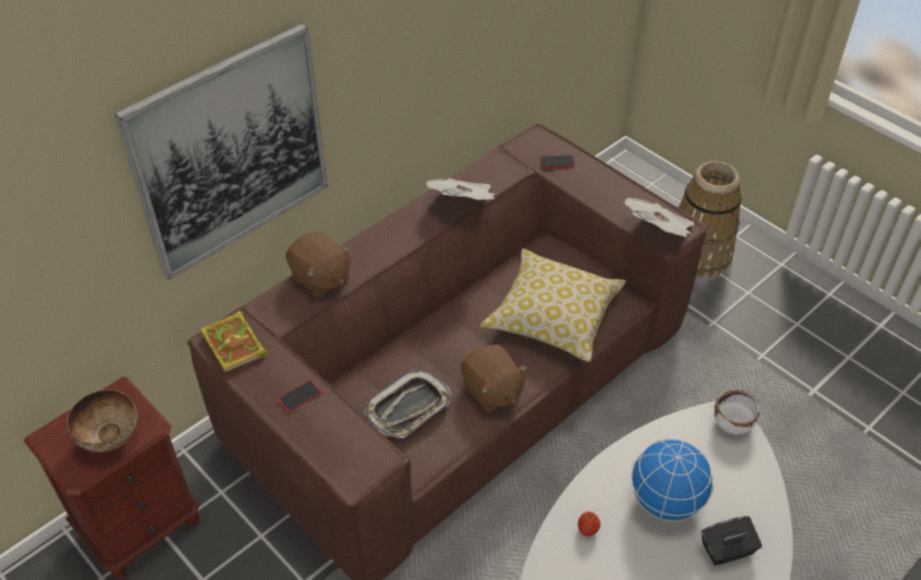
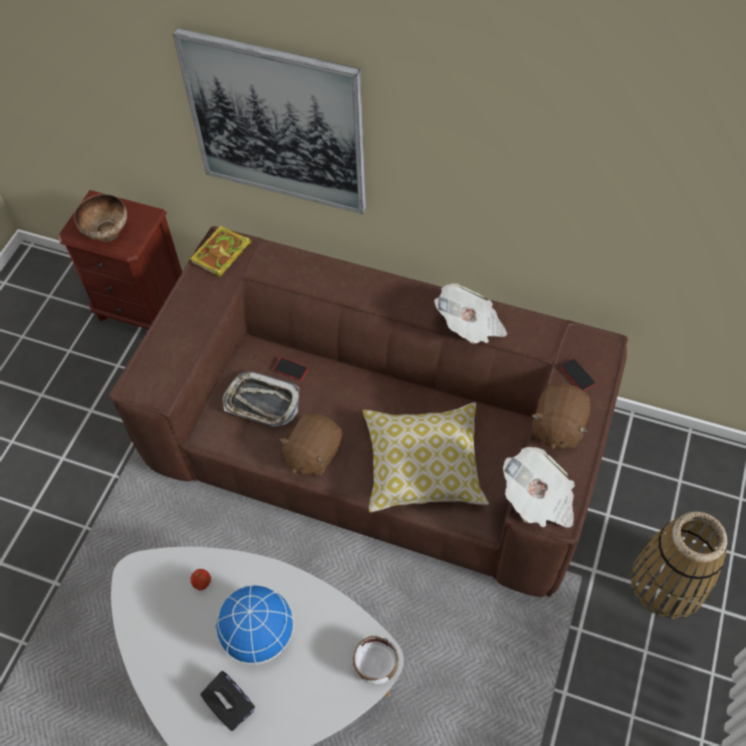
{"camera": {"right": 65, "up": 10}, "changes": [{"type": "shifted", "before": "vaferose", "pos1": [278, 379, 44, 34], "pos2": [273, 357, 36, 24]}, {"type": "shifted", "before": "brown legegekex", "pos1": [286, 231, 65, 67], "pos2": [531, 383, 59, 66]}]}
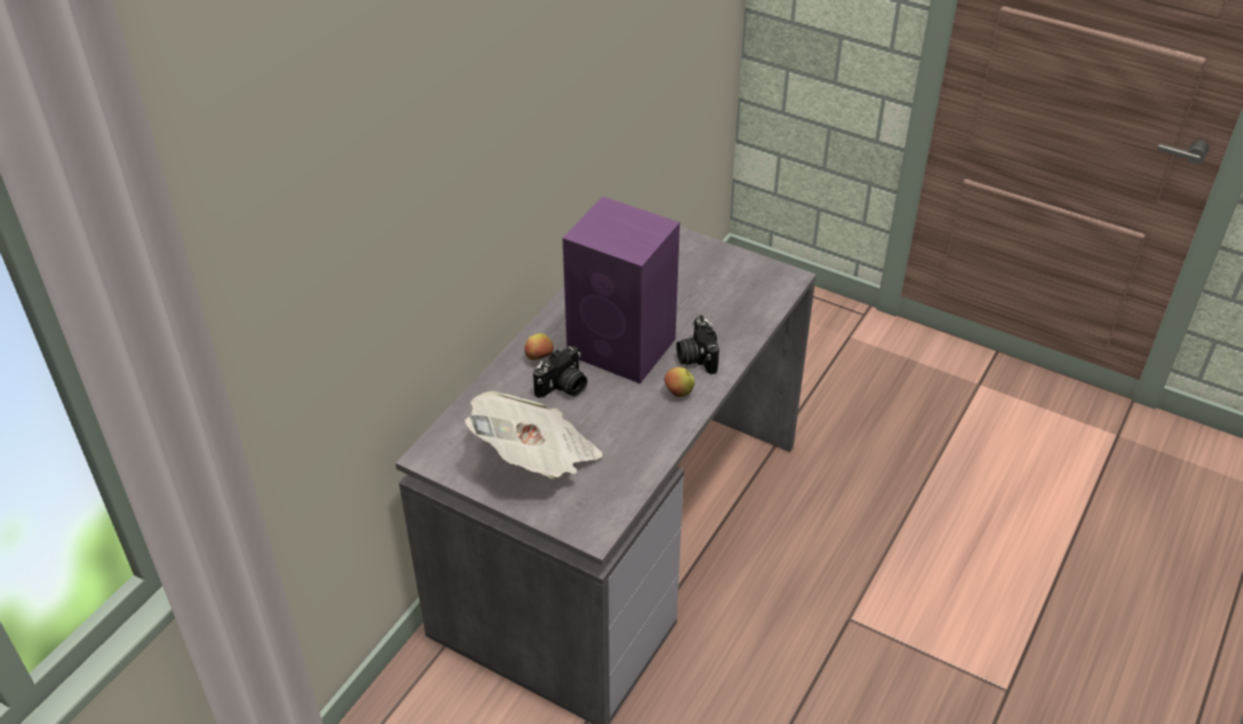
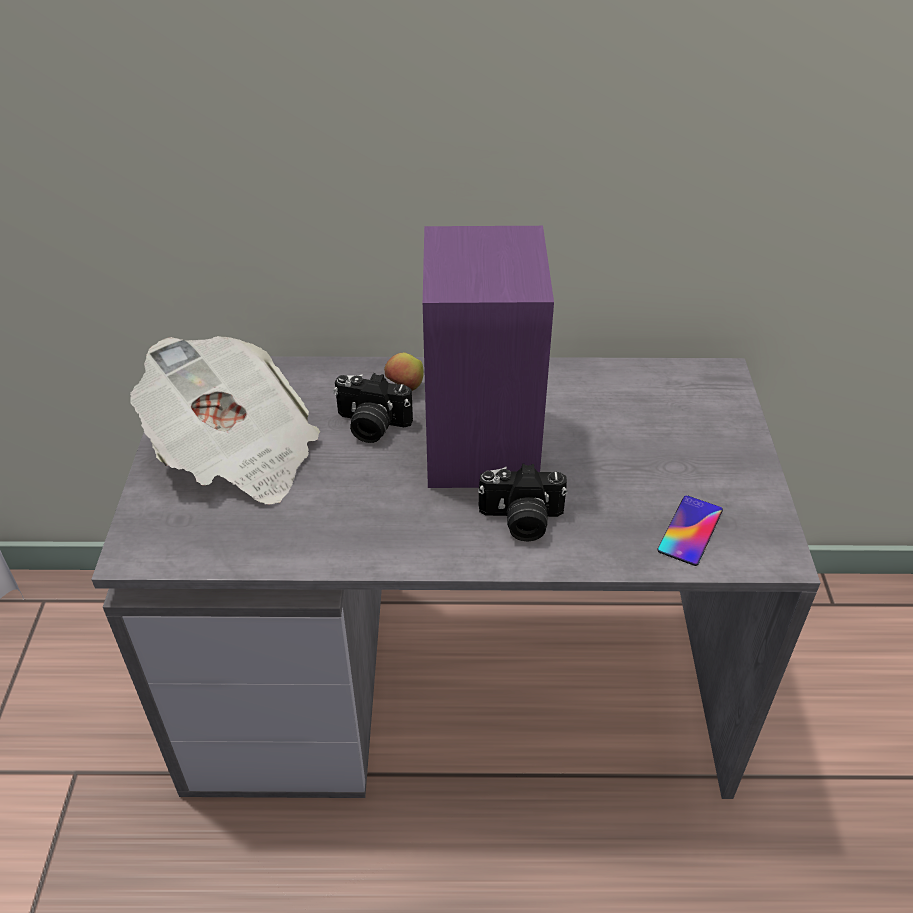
{"camera": {"right": 60, "up": 0}, "changes": [{"type": "rotated", "before": "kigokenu", "pos1": [676, 315, 43, 59], "pos2": [478, 464, 90, 78], "turn": -135}, {"type": "new", "after": "vaferose", "pos2": [657, 495, 66, 71]}, {"type": "gone", "before": "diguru", "pos1": [664, 367, 31, 30]}]}
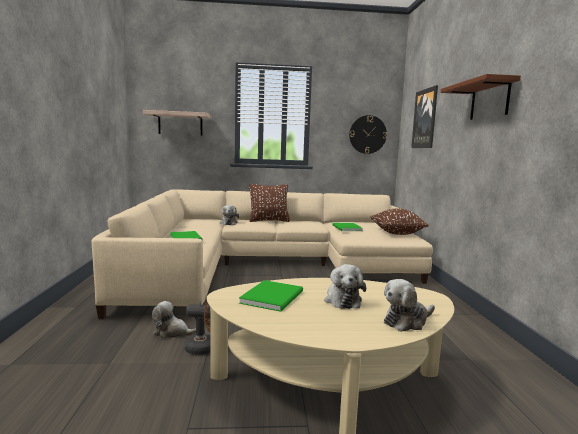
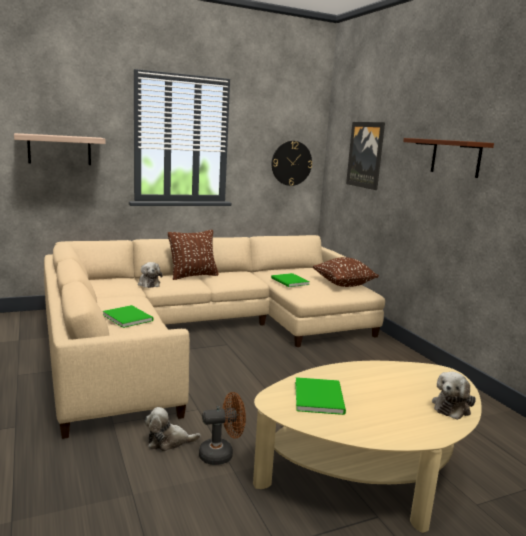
{"camera": {"right": -20, "up": 5}, "changes": [{"type": "gone", "before": "legegekex", "pos1": [324, 264, 42, 45]}]}
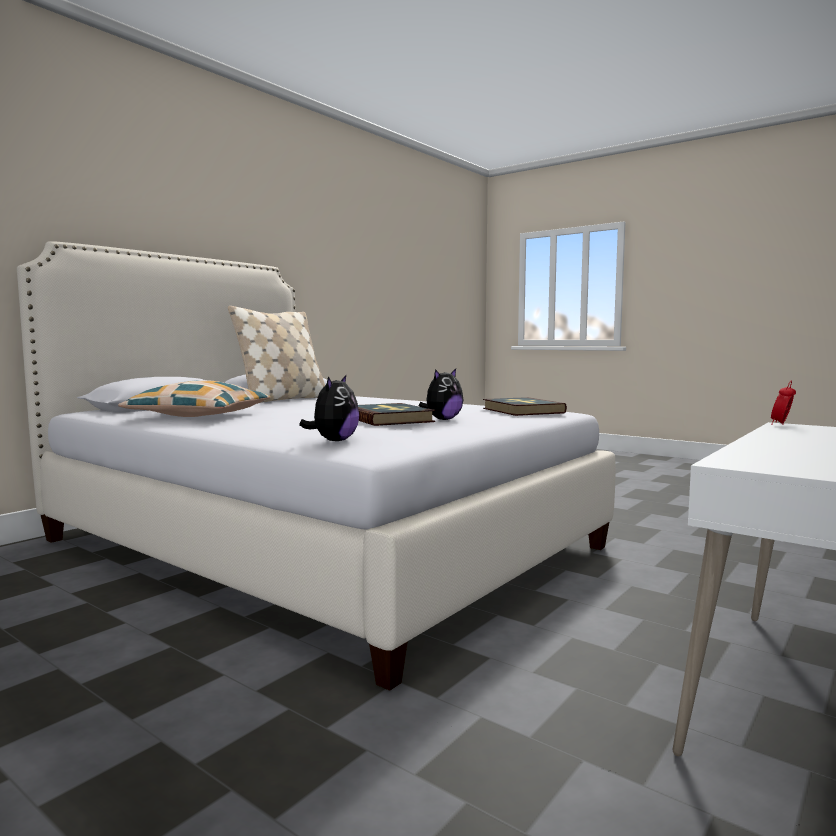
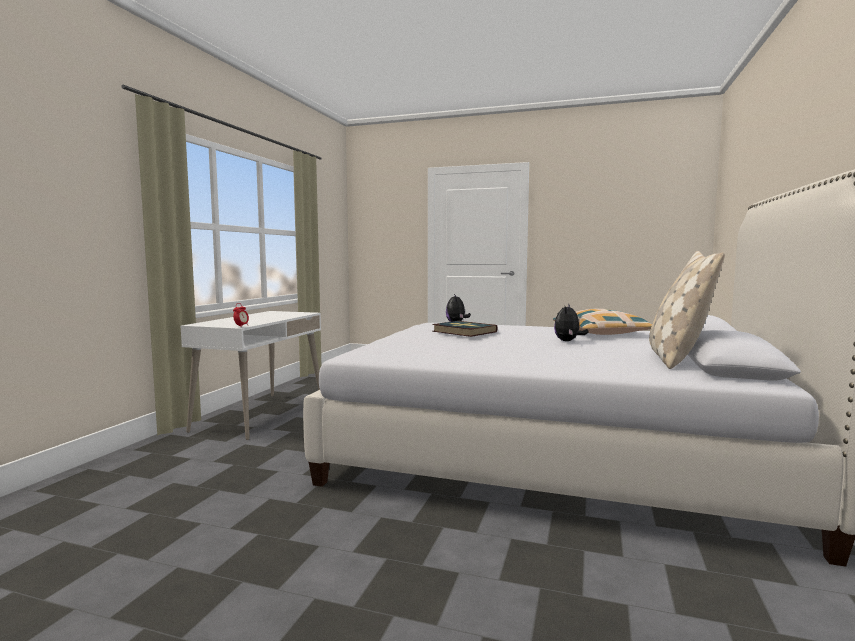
{"camera": {"right": 160, "up": 0}, "changes": [{"type": "shifted", "before": "legegekex", "pos1": [419, 369, 44, 51], "pos2": [554, 305, 34, 36]}, {"type": "gone", "before": "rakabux", "pos1": [483, 397, 84, 19]}]}
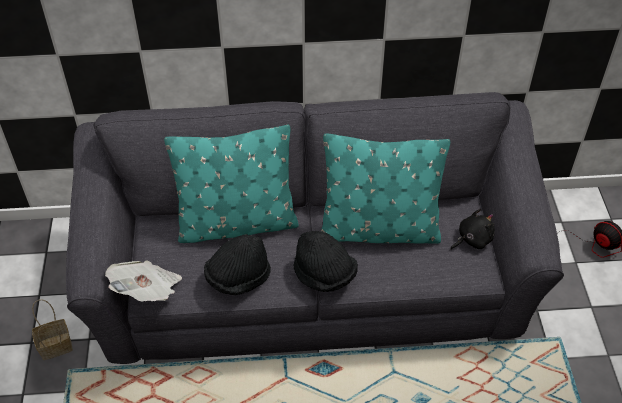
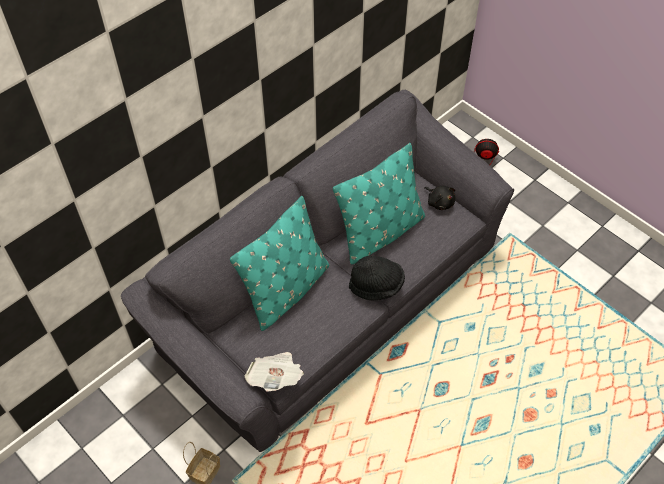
{"camera": {"right": -40, "up": 5}, "changes": [{"type": "rotated", "before": "black legegekex", "pos1": [450, 209, 45, 41], "pos2": [424, 186, 32, 24], "turn": 120}, {"type": "gone", "before": "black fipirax", "pos1": [204, 234, 67, 61]}]}
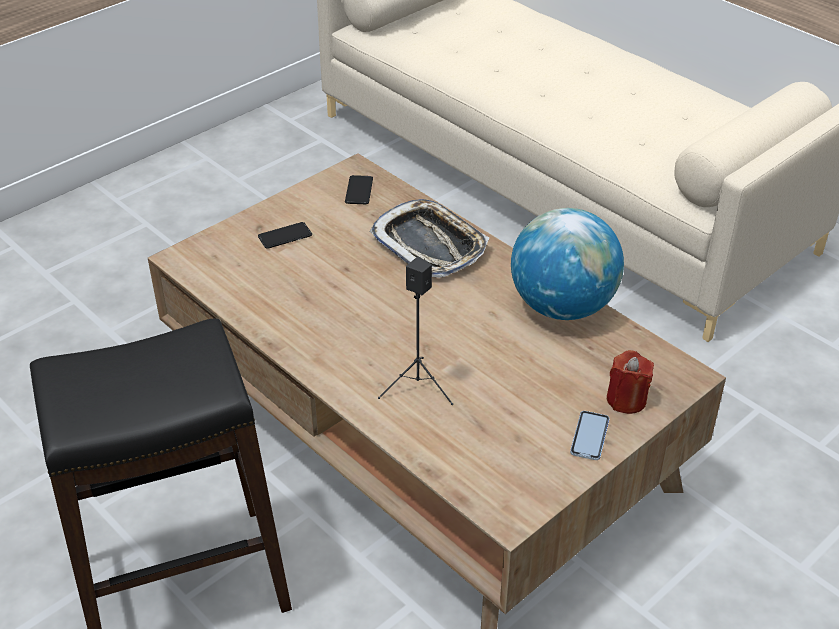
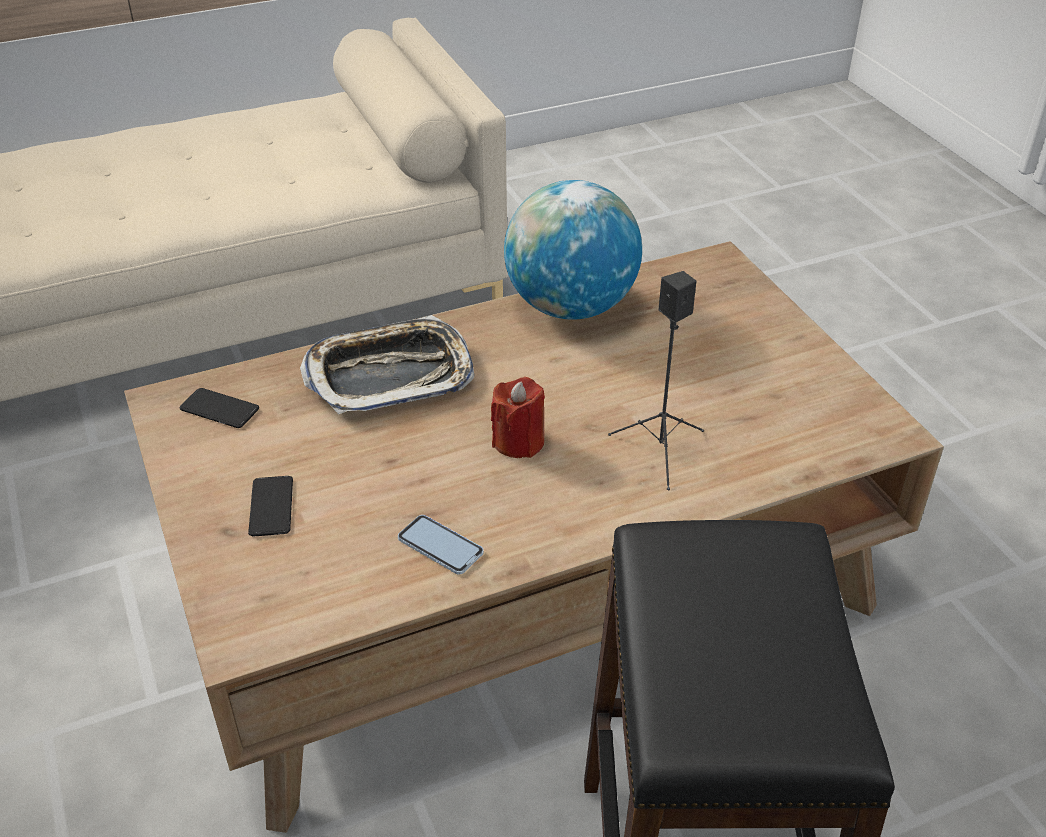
{"camera": {"right": -70, "up": 0}, "changes": [{"type": "shifted", "before": "vaferose", "pos1": [570, 411, 40, 49], "pos2": [398, 515, 86, 60]}, {"type": "shifted", "before": "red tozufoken", "pos1": [607, 350, 47, 64], "pos2": [491, 377, 54, 81]}]}
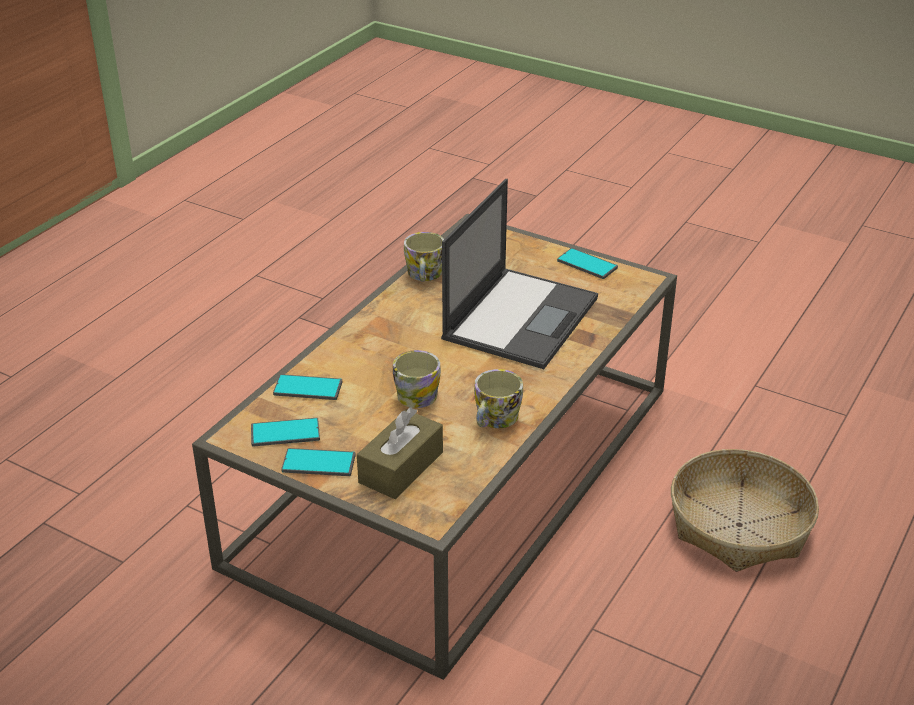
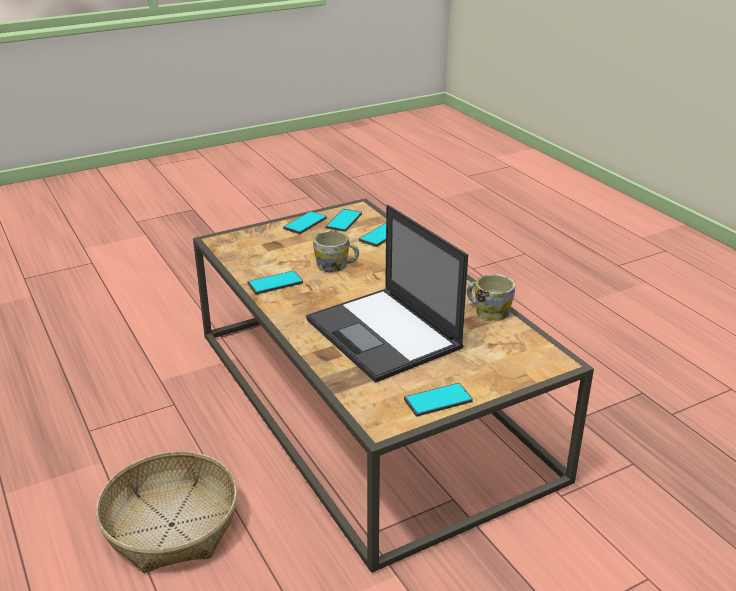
{"camera": {"right": 120, "up": -5}, "changes": [{"type": "swapped", "before": "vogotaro", "after": "vaferose", "pos1": [474, 369, 49, 59], "pos2": [248, 271, 55, 23]}, {"type": "gone", "before": "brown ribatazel", "pos1": [357, 407, 86, 92]}]}
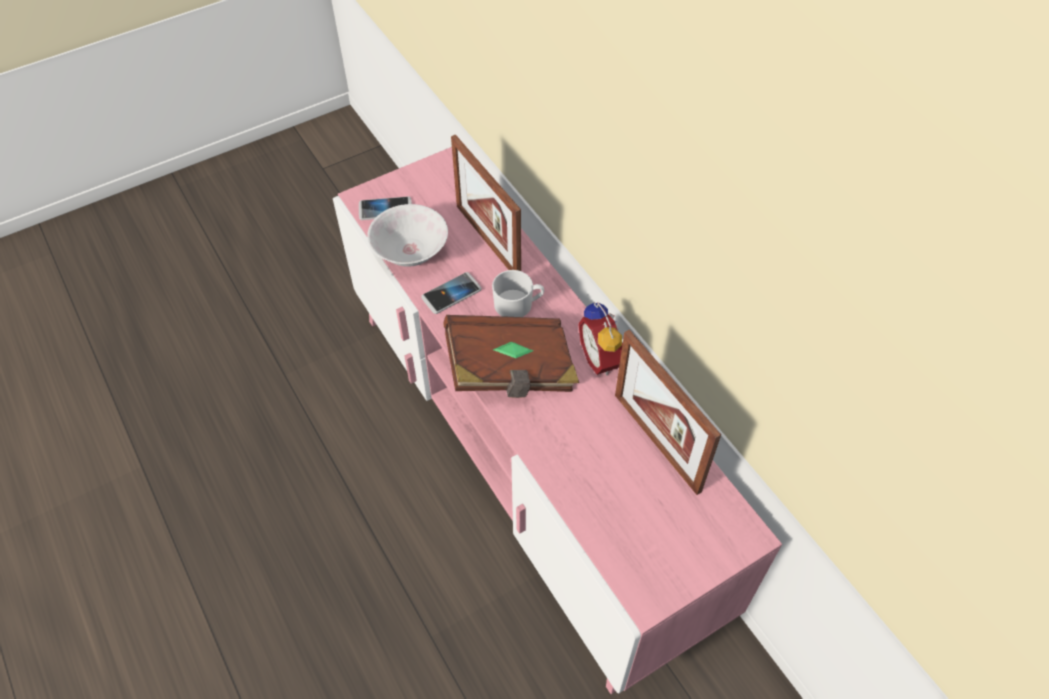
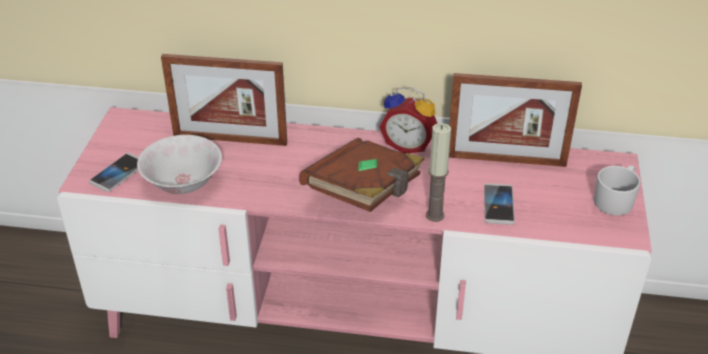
{"camera": {"right": -50, "up": -15}, "changes": [{"type": "new", "after": "tozufoken", "pos2": [426, 123, 25, 99]}, {"type": "shifted", "before": "vaferose", "pos1": [421, 272, 60, 42], "pos2": [484, 183, 31, 42]}, {"type": "shifted", "before": "white vogotaro", "pos1": [492, 270, 52, 47], "pos2": [594, 165, 47, 50]}]}
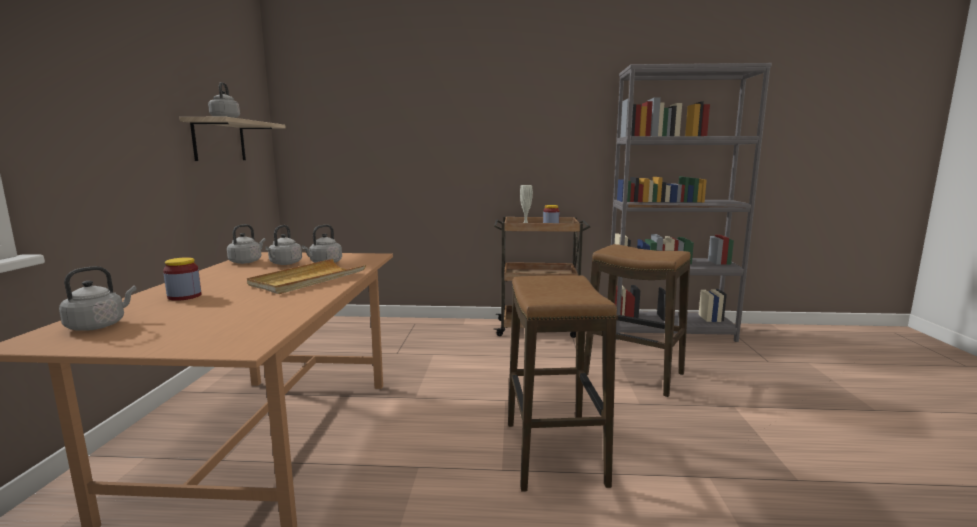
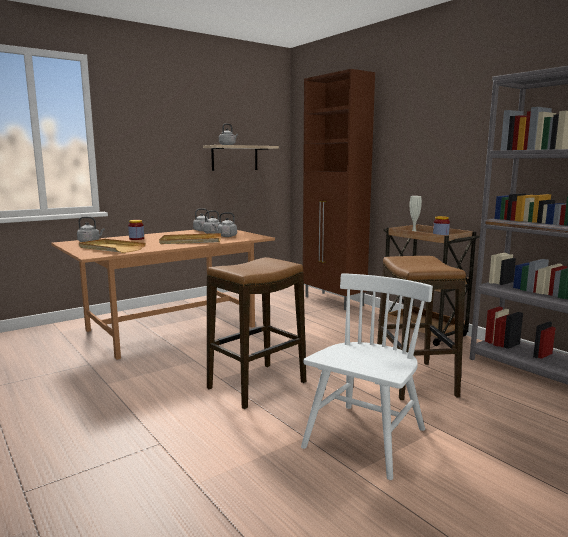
{"camera": {"right": 50, "up": 0}, "changes": [{"type": "new", "after": "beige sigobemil", "pos2": [79, 239, 67, 14]}, {"type": "new", "after": "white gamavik", "pos2": [301, 273, 132, 207]}, {"type": "new", "after": "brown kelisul", "pos2": [303, 69, 72, 241]}]}
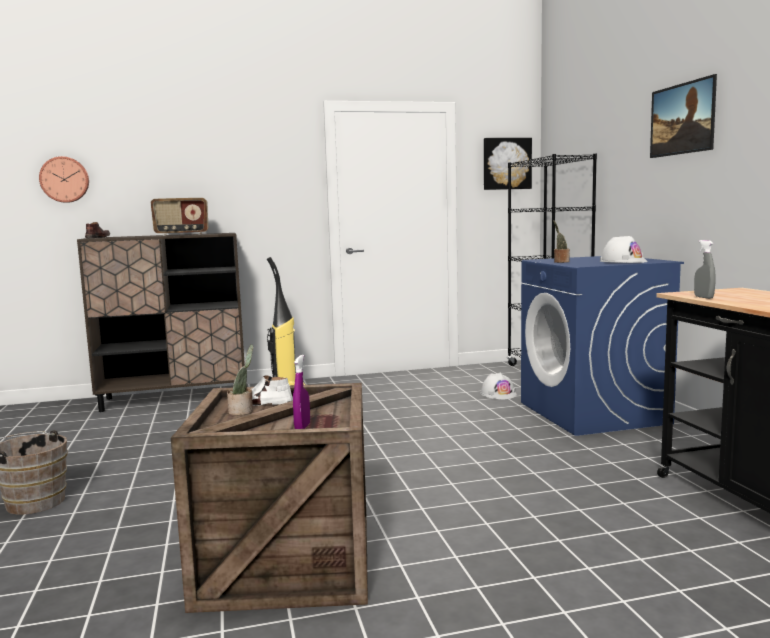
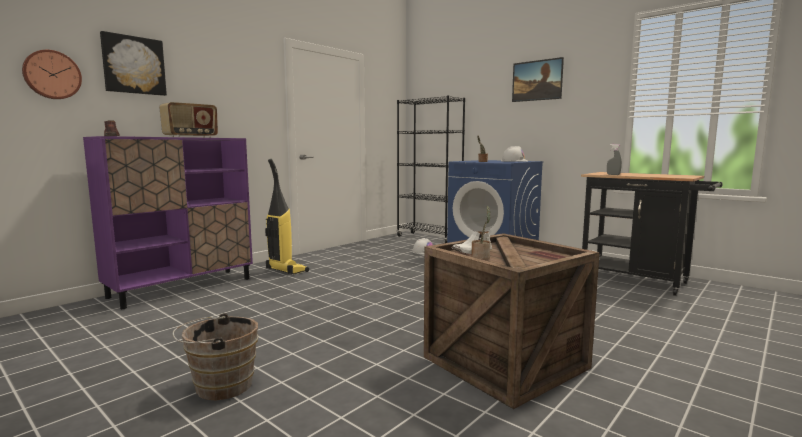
{"camera": {"right": -35, "up": 0}, "changes": [{"type": "repainted", "before": "brown kelisul", "after": "purple kelisul", "pos1": [77, 233, 168, 179], "pos2": [83, 136, 170, 173]}, {"type": "shifted", "before": "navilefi", "pos1": [484, 138, 48, 52], "pos2": [100, 31, 67, 65]}, {"type": "gone", "before": "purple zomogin", "pos1": [293, 355, 17, 74]}]}
